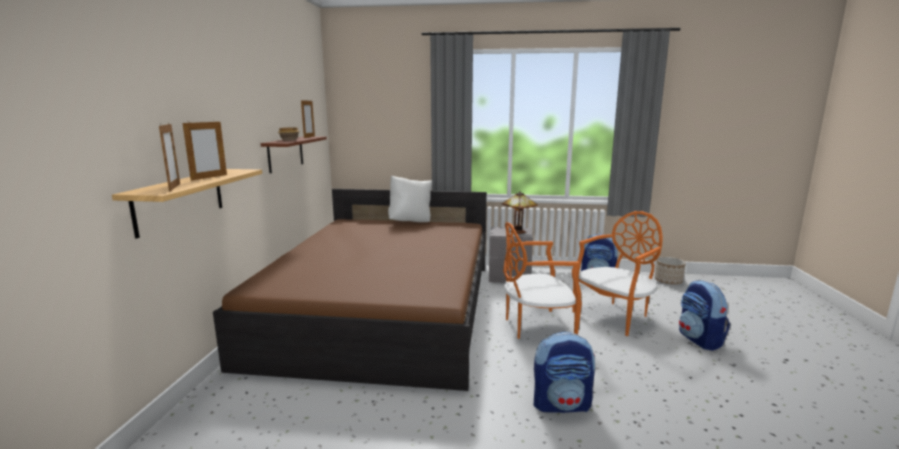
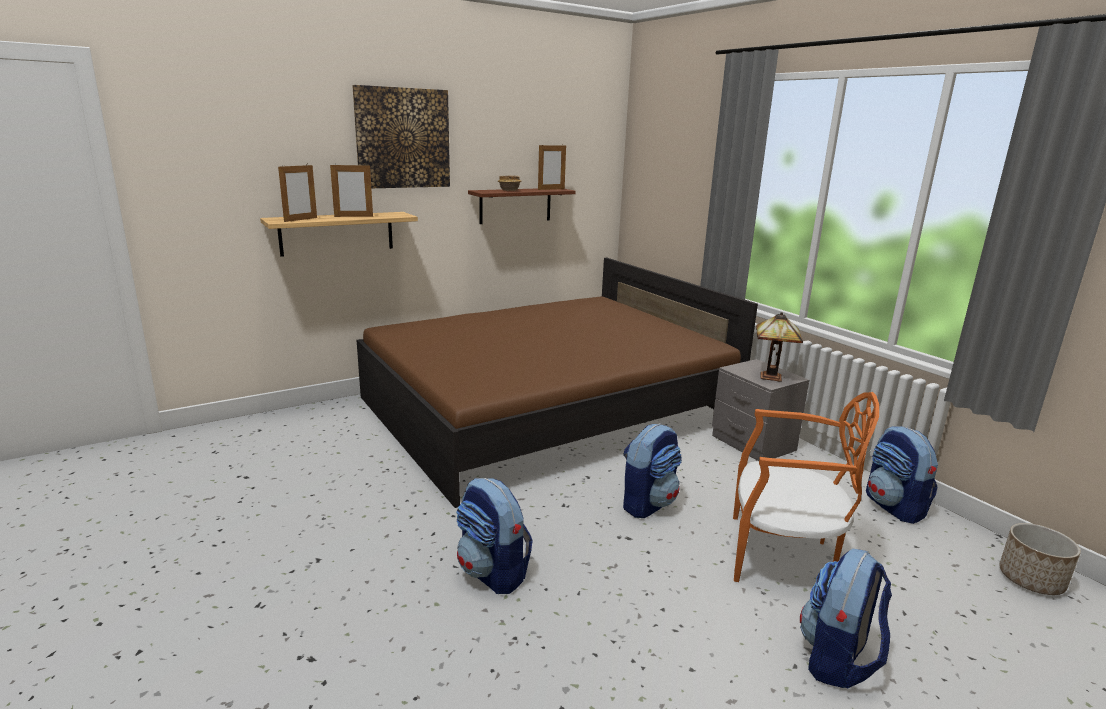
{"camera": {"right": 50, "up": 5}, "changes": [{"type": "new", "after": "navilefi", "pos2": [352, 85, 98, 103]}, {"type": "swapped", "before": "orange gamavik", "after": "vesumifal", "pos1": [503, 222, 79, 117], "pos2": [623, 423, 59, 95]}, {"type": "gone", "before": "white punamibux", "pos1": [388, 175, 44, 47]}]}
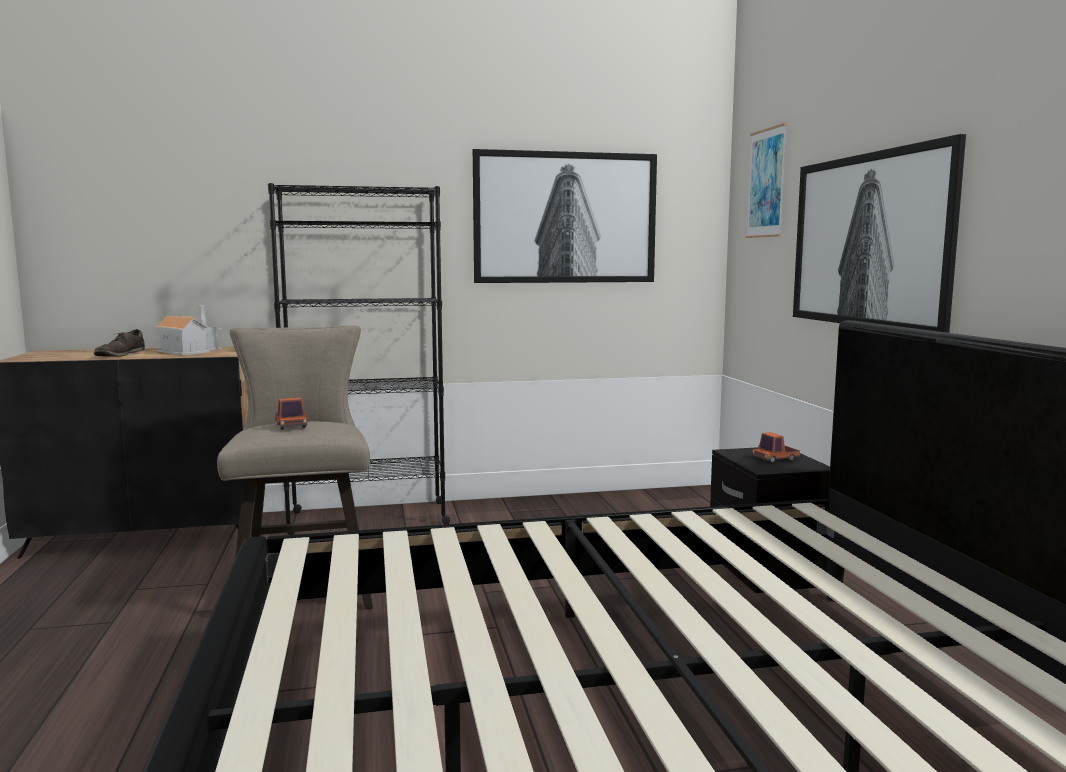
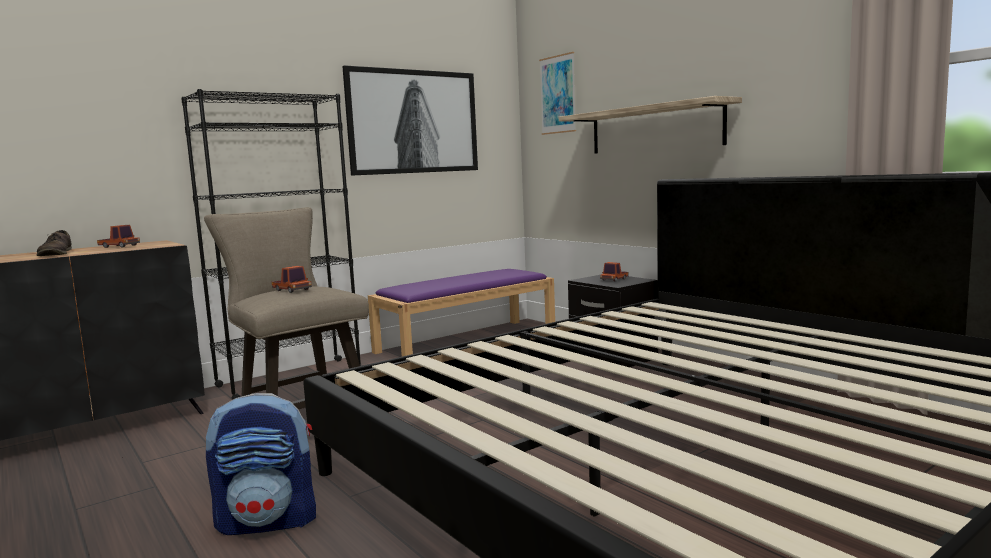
{"camera": {"right": -25, "up": 0}, "changes": [{"type": "swapped", "before": "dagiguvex", "after": "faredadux", "pos1": [153, 305, 69, 50], "pos2": [97, 225, 43, 23]}, {"type": "new", "after": "vesumifal", "pos2": [206, 393, 110, 142]}, {"type": "new", "after": "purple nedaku", "pos2": [368, 269, 187, 87]}, {"type": "swapped", "before": "navilefi", "after": "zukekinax", "pos1": [793, 134, 173, 199], "pos2": [559, 96, 183, 58]}]}
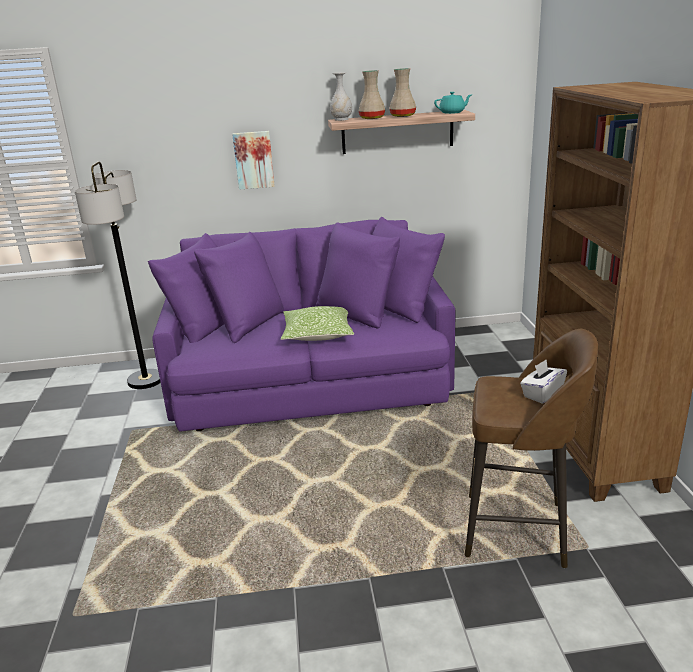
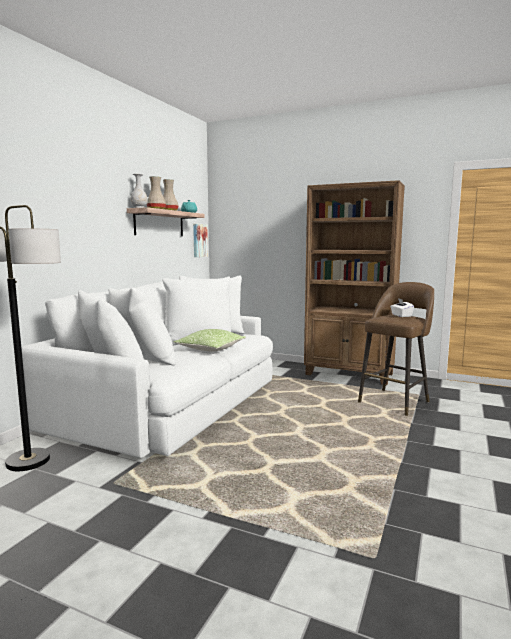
{"camera": {"right": -60, "up": -15}, "changes": [{"type": "repainted", "before": "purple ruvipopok", "after": "white ruvipopok", "pos1": [148, 216, 308, 215], "pos2": [22, 275, 251, 183]}, {"type": "shifted", "before": "navilefi", "pos1": [232, 131, 43, 59], "pos2": [193, 224, 15, 33]}]}
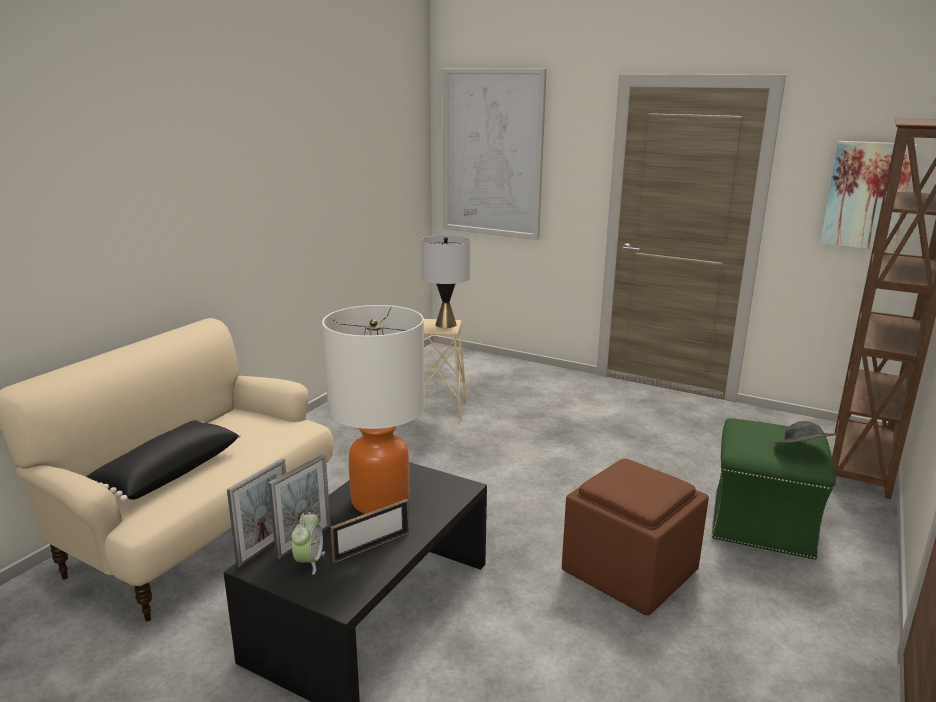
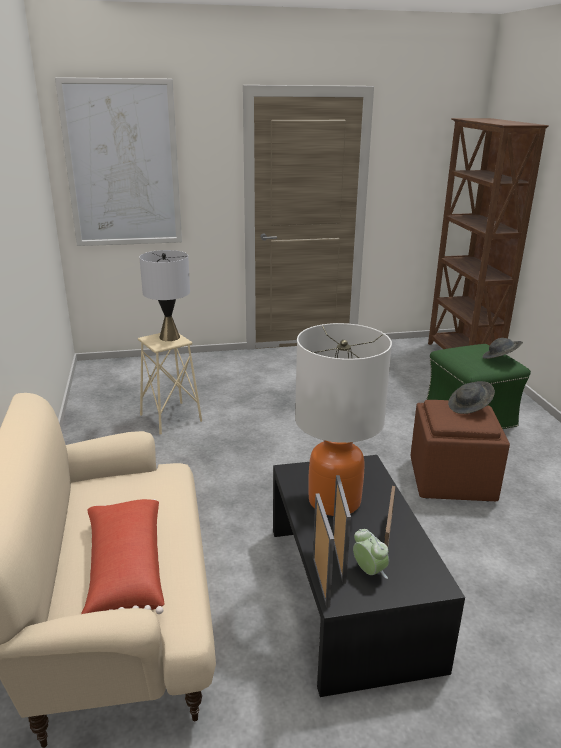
{"camera": {"right": -40, "up": 5}, "changes": [{"type": "repainted", "before": "black punamibux", "after": "red punamibux", "pos1": [86, 420, 155, 82], "pos2": [81, 499, 83, 115]}, {"type": "new", "after": "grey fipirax", "pos2": [448, 381, 47, 33]}, {"type": "gone", "before": "navilefi", "pos1": [820, 141, 97, 110]}]}
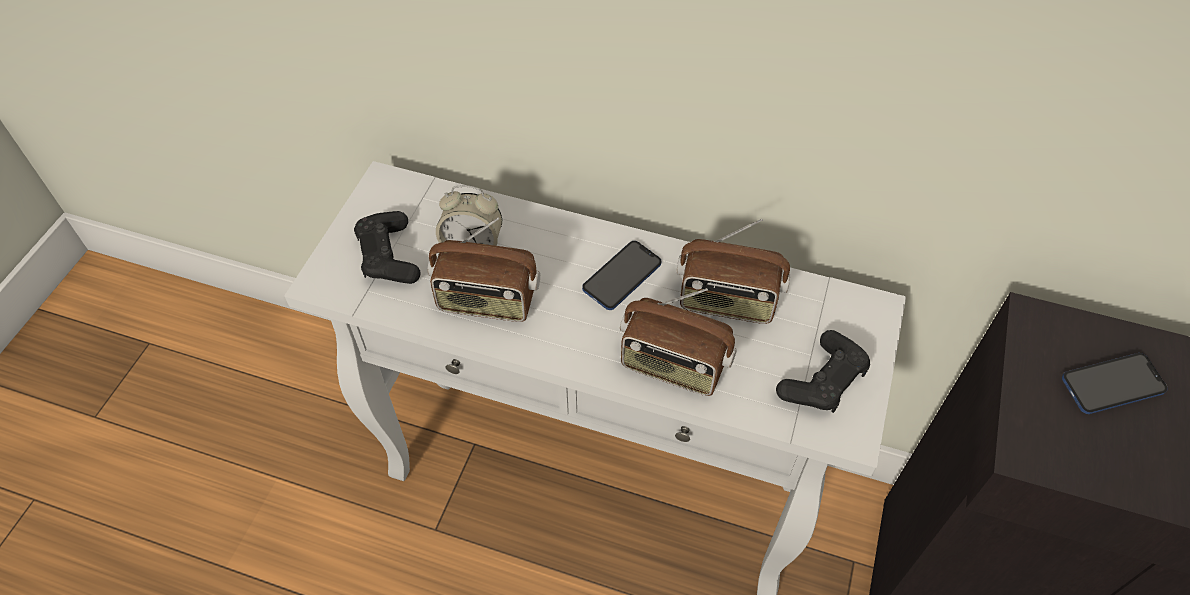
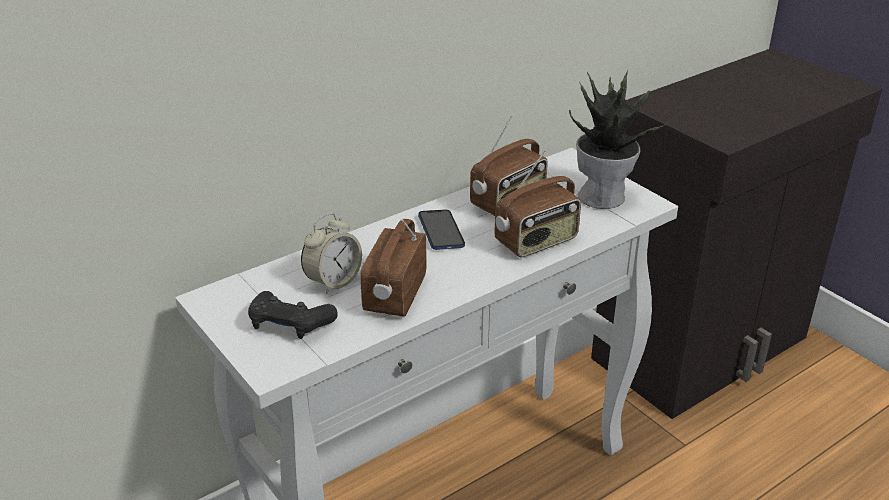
{"camera": {"right": -55, "up": -20}, "changes": [{"type": "rotated", "before": "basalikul", "pos1": [428, 217, 112, 105], "pos2": [360, 219, 66, 98], "turn": 150}, {"type": "swapped", "before": "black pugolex", "after": "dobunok", "pos1": [776, 330, 94, 83], "pos2": [569, 70, 97, 139]}, {"type": "gone", "before": "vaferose", "pos1": [1062, 353, 105, 61]}]}
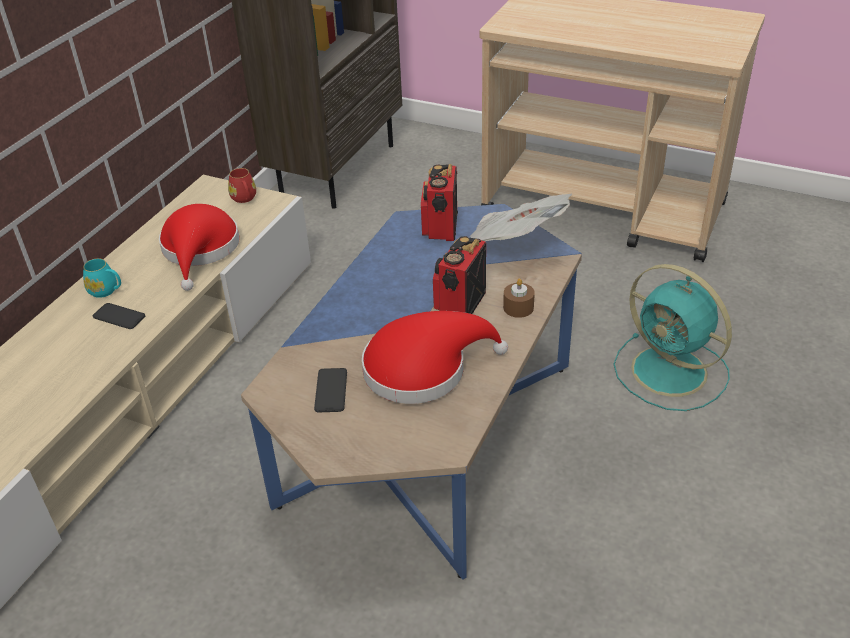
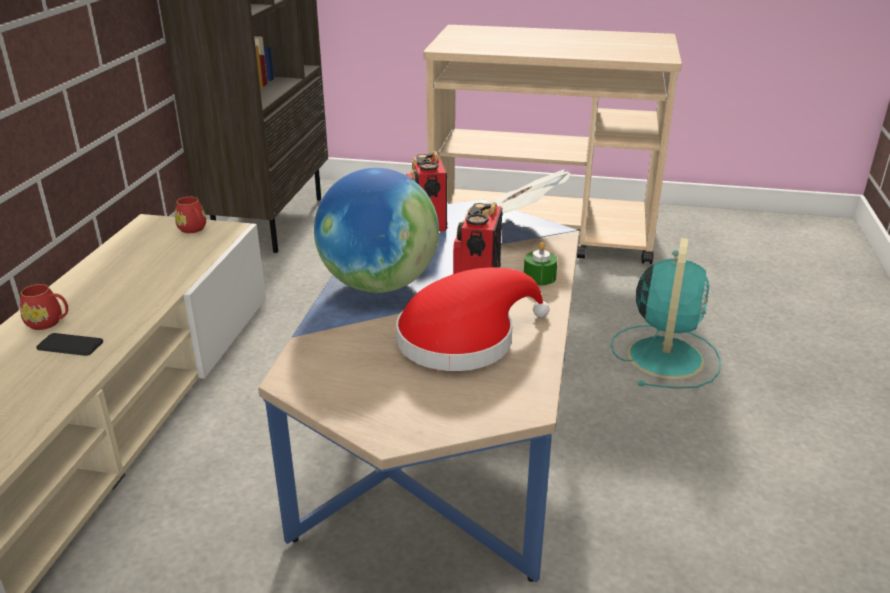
{"camera": {"right": -15, "up": -10}, "changes": [{"type": "repainted", "before": "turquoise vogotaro", "after": "red vogotaro", "pos1": [83, 258, 38, 40], "pos2": [20, 284, 48, 46]}, {"type": "new", "after": "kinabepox", "pos2": [314, 168, 125, 125]}, {"type": "repainted", "before": "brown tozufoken", "after": "green tozufoken", "pos1": [503, 279, 32, 39], "pos2": [524, 242, 34, 43]}, {"type": "rotated", "before": "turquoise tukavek", "pos1": [613, 264, 119, 147], "pos2": [611, 238, 110, 151], "turn": -105}, {"type": "gone", "before": "red fipirax", "pos1": [159, 204, 81, 87]}, {"type": "gone", "before": "vaferose", "pos1": [314, 368, 33, 44]}]}
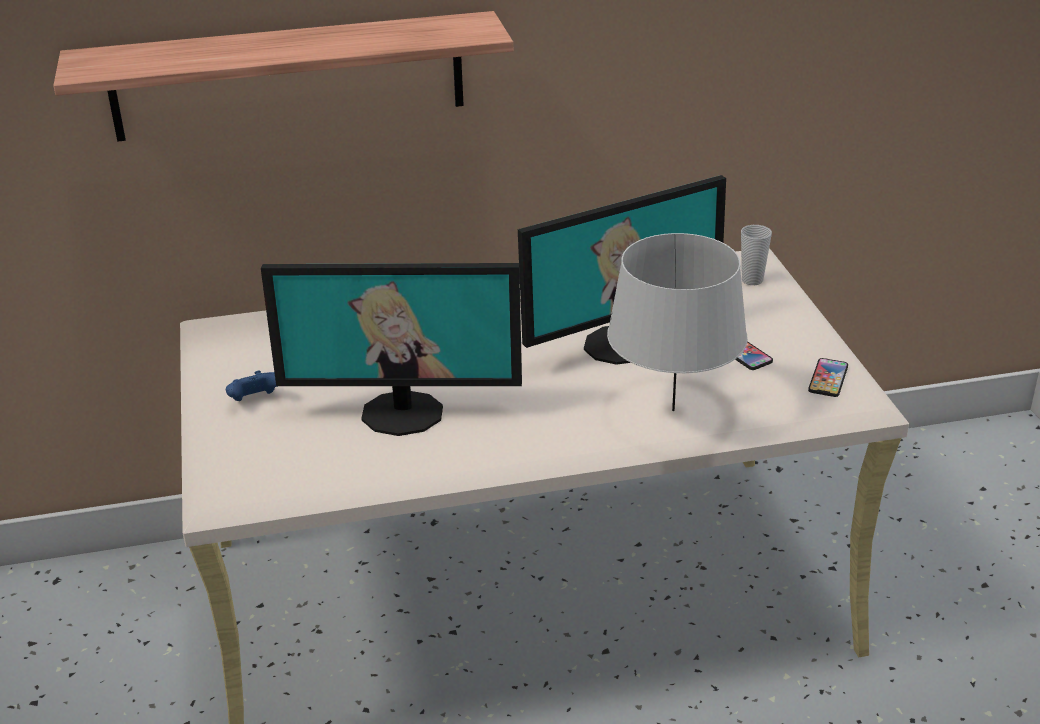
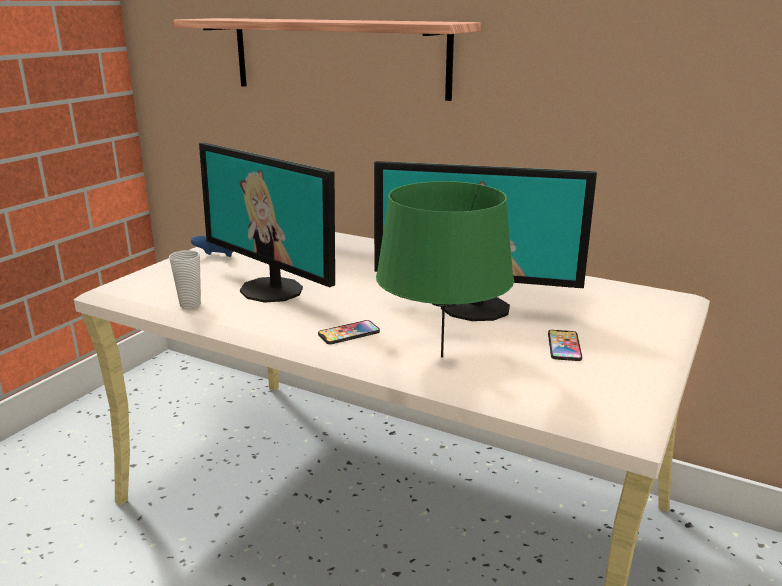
{"camera": {"right": 40, "up": -10}, "changes": [{"type": "shifted", "before": "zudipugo", "pos1": [741, 225, 31, 60], "pos2": [169, 250, 32, 59]}, {"type": "shifted", "before": "vaferose", "pos1": [808, 358, 40, 39], "pos2": [318, 320, 62, 24]}, {"type": "repainted", "before": "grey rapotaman", "after": "green rapotaman", "pos1": [607, 233, 141, 178], "pos2": [376, 181, 138, 177]}]}
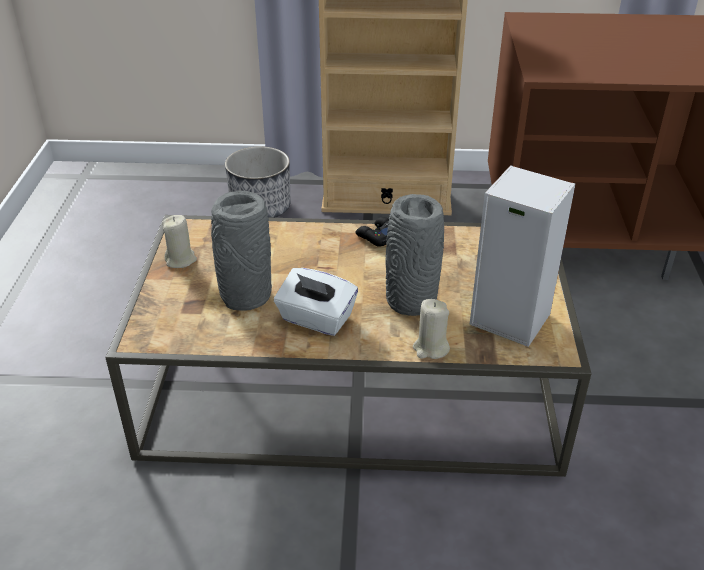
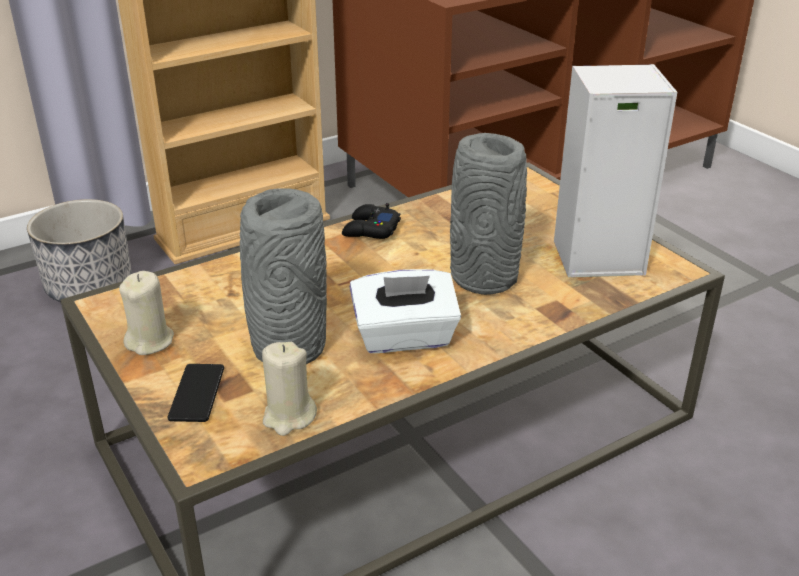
{"camera": {"right": -35, "up": -5}, "changes": [{"type": "new", "after": "vaferose", "pos2": [168, 364, 56, 58]}, {"type": "shifted", "before": "beige tozufoken", "pos1": [413, 299, 37, 60], "pos2": [262, 342, 55, 94]}]}
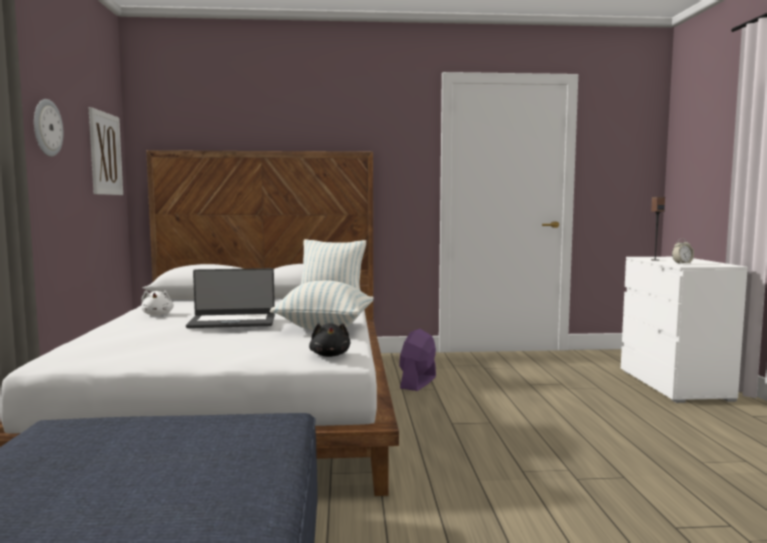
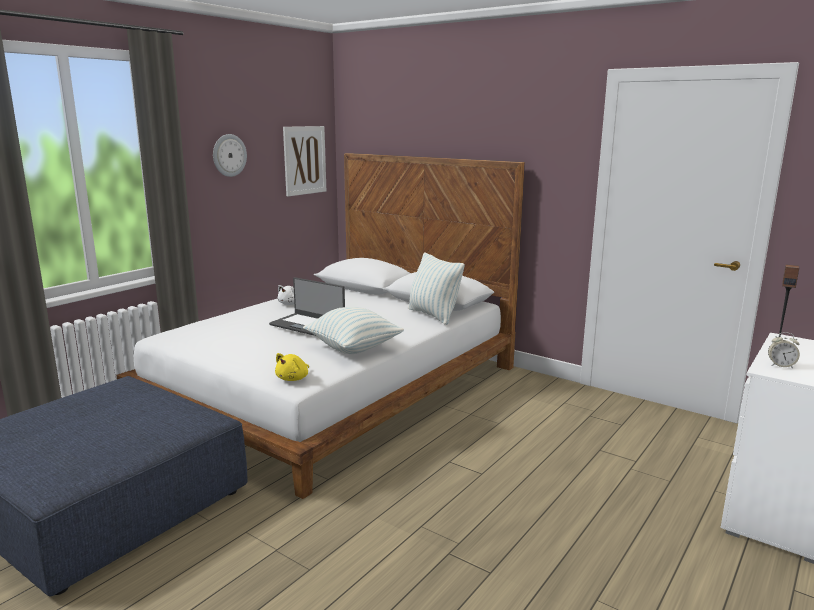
{"camera": {"right": 40, "up": 10}, "changes": [{"type": "repainted", "before": "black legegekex", "after": "yellow legegekex", "pos1": [309, 323, 42, 34], "pos2": [275, 353, 34, 28]}, {"type": "gone", "before": "purple tukavek", "pos1": [399, 329, 37, 62]}]}
